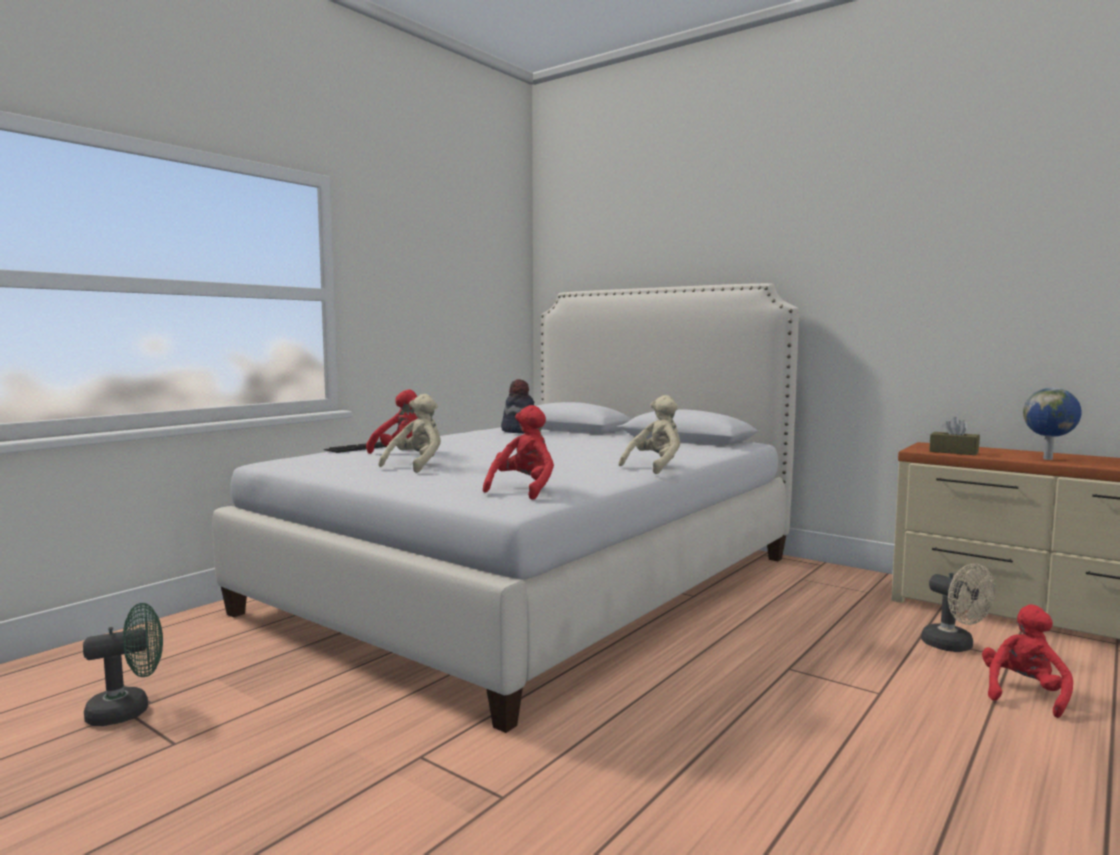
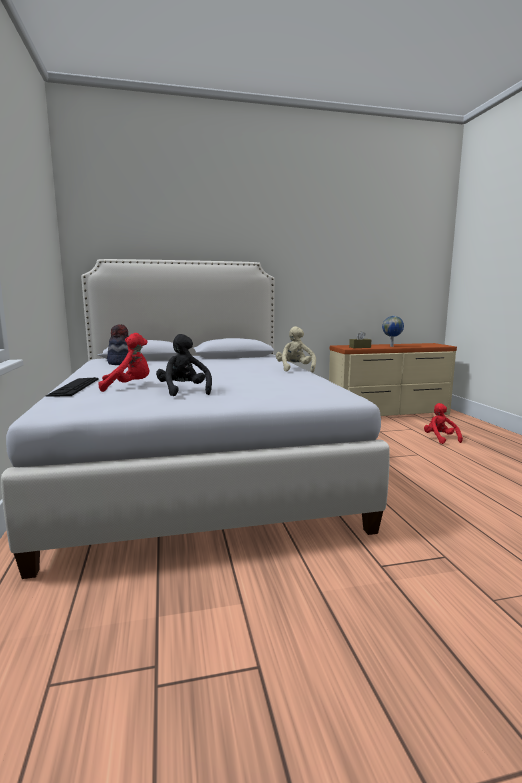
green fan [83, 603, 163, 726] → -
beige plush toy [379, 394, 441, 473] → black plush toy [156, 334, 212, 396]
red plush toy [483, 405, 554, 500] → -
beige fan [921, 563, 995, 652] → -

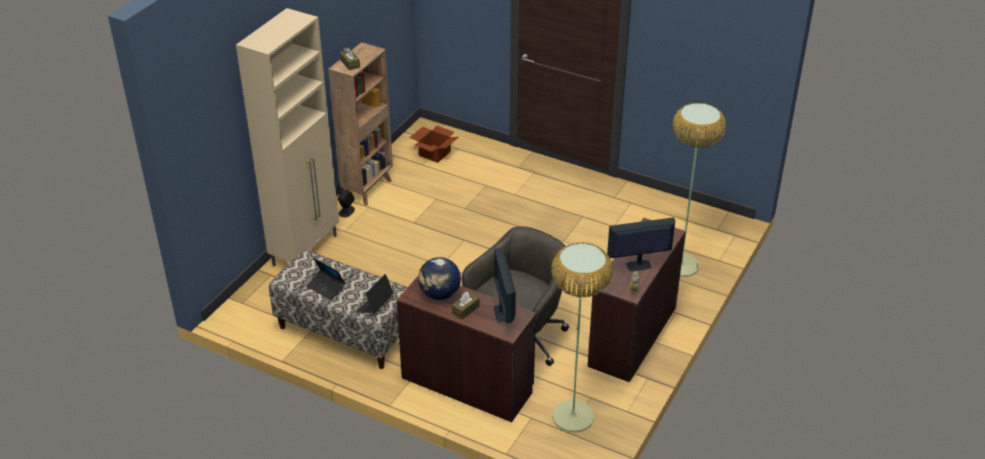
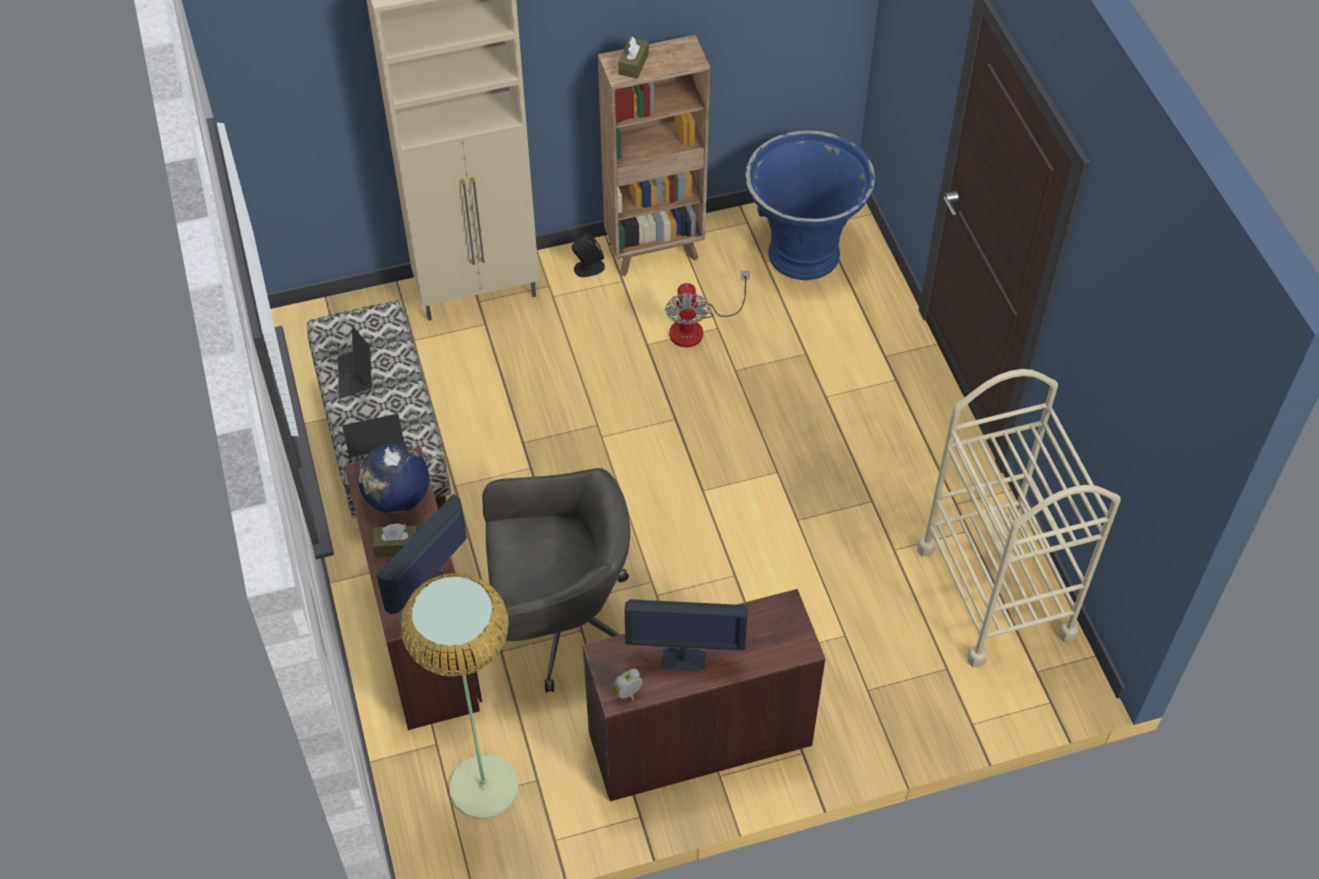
cardboard box [409, 125, 458, 163] → blue planter [745, 131, 875, 280]
monitor [607, 217, 675, 271] → monitor [625, 599, 748, 672], 150 degrees clockwise
floor lamp [672, 102, 726, 277] → -
- → fan [665, 271, 750, 347]
- → beige cart [917, 369, 1121, 667]

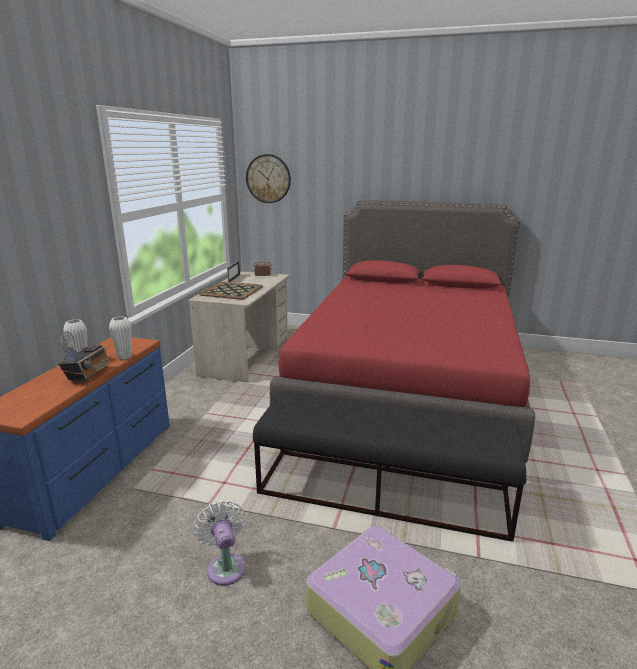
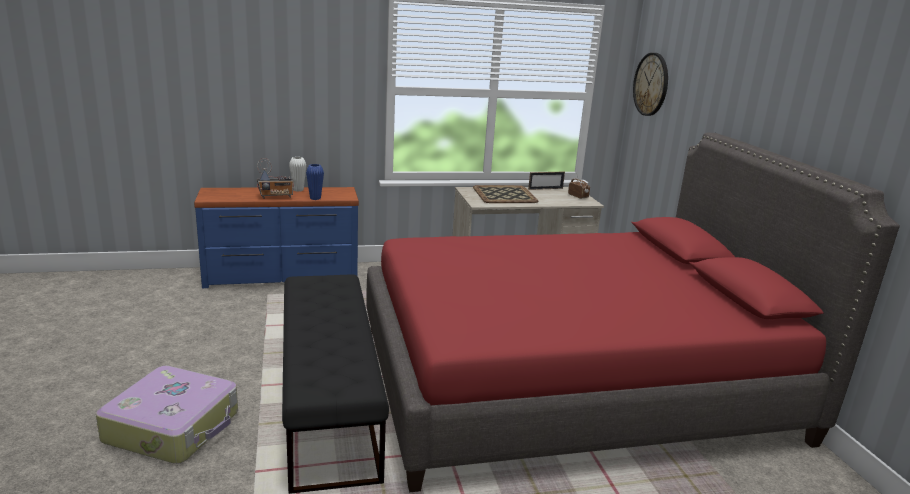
white vase [109, 316, 132, 360] → blue vase [306, 164, 324, 200]
white fan [194, 500, 246, 586] → -

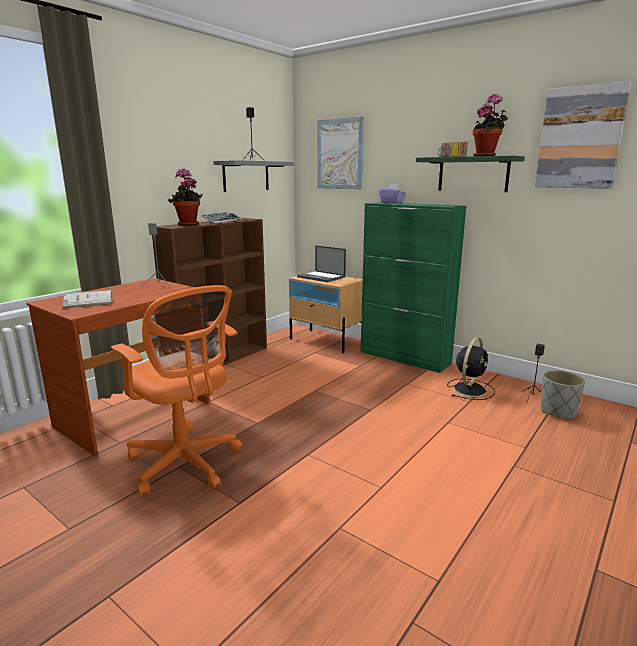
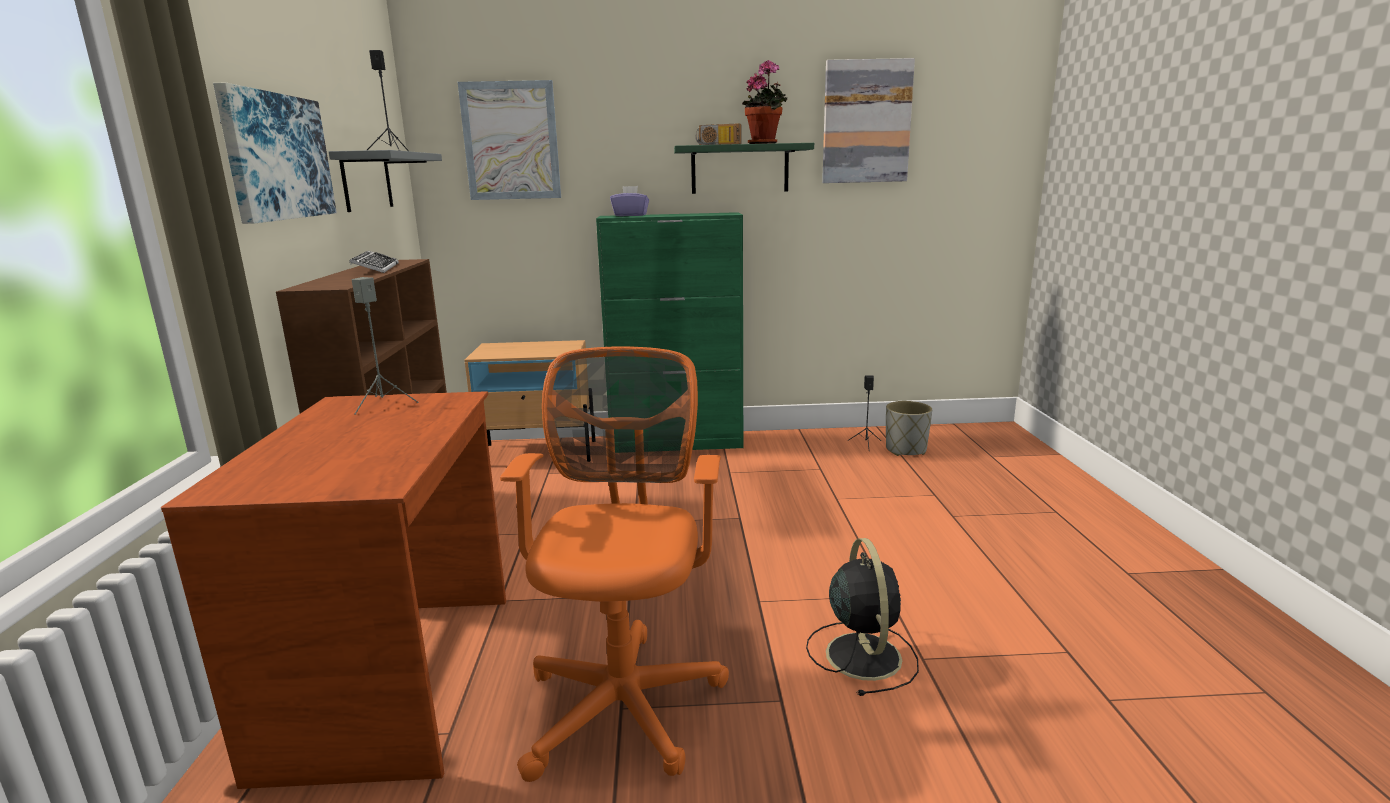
white book [62, 290, 112, 309] → -
orange office chair [111, 285, 242, 496] → orange office chair [500, 346, 729, 782], 90 degrees counterclockwise
potted plant [168, 168, 203, 226] → -
laptop [297, 245, 346, 282] → -
black fan [447, 337, 495, 400] → black fan [806, 538, 919, 696], shifted
- → picture [213, 83, 337, 224]

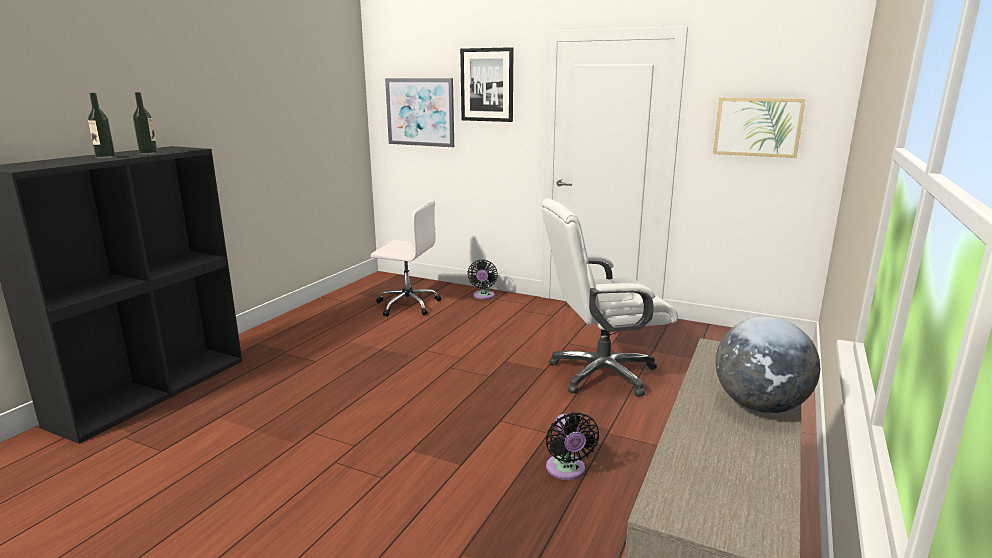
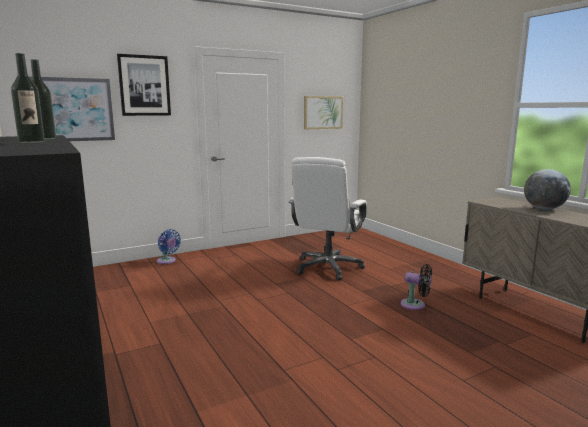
white office chair [371, 201, 441, 317] → -
black fan [468, 259, 498, 299] → blue fan [157, 229, 181, 264]

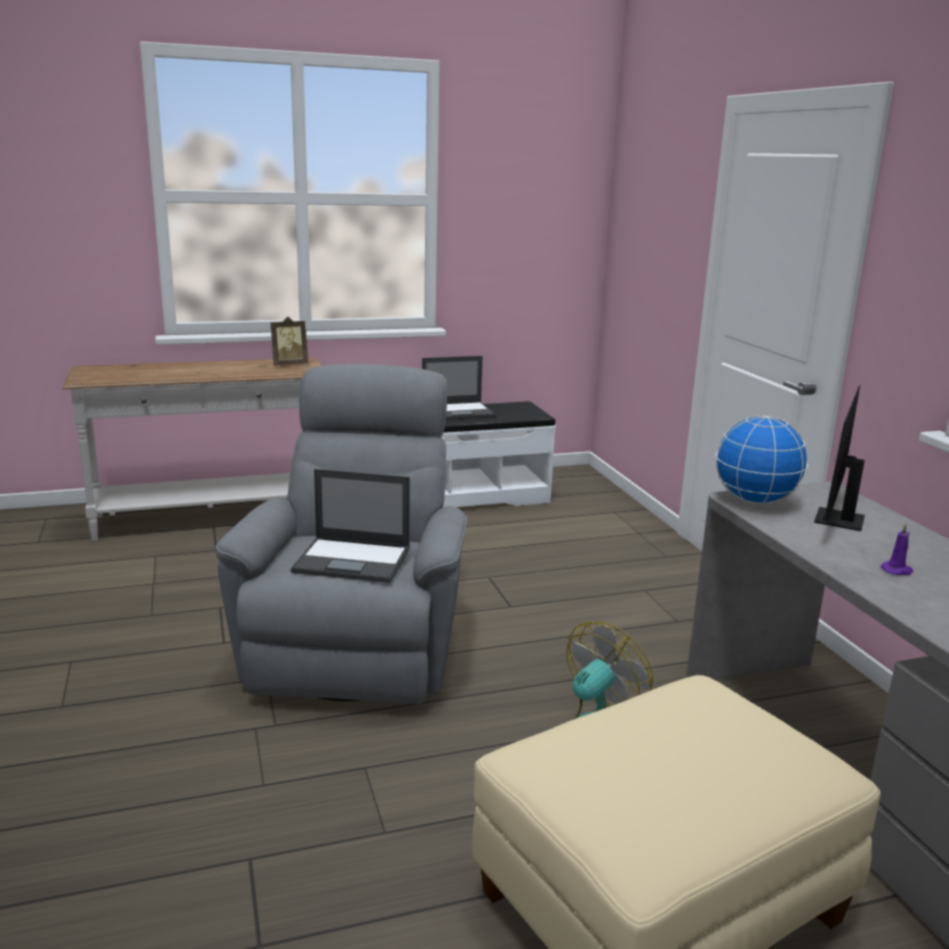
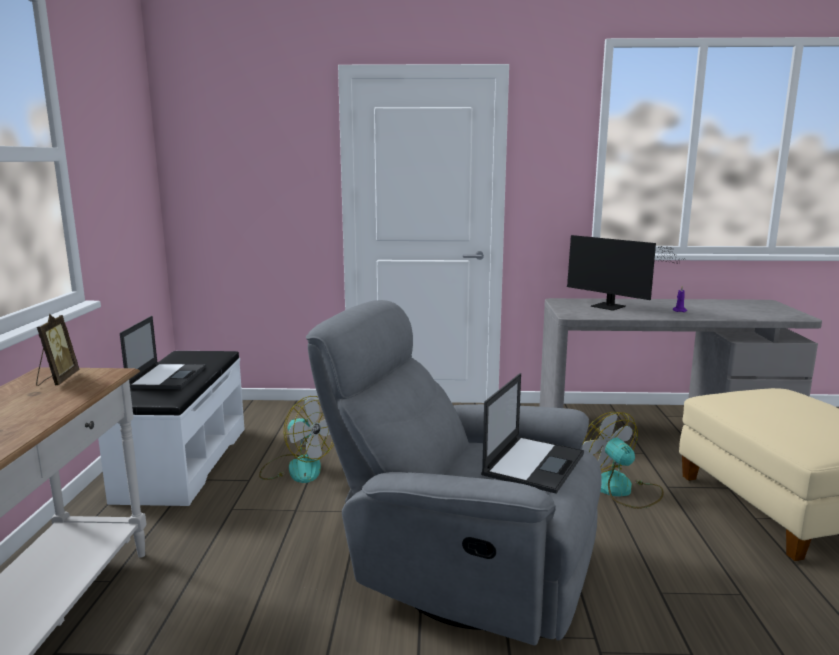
globe [715, 415, 808, 504] → -
- → fan [259, 396, 334, 483]

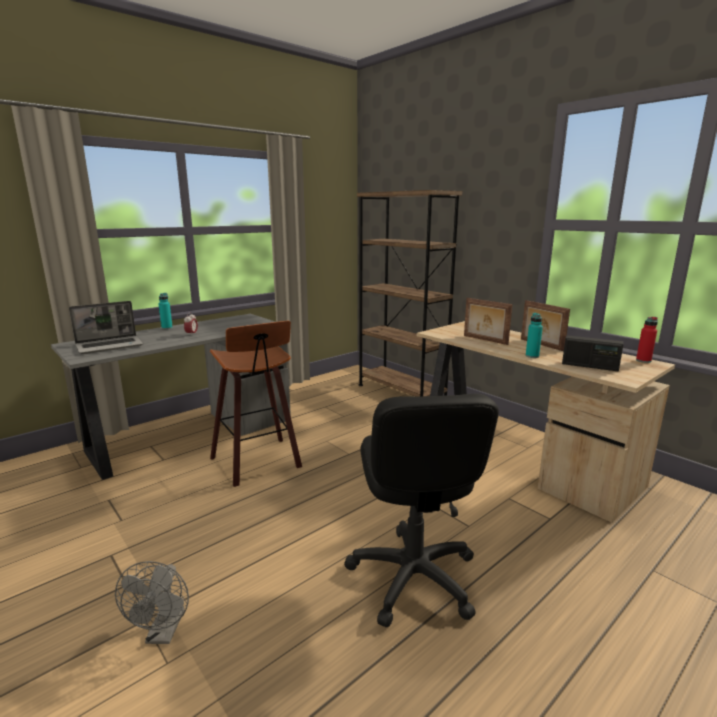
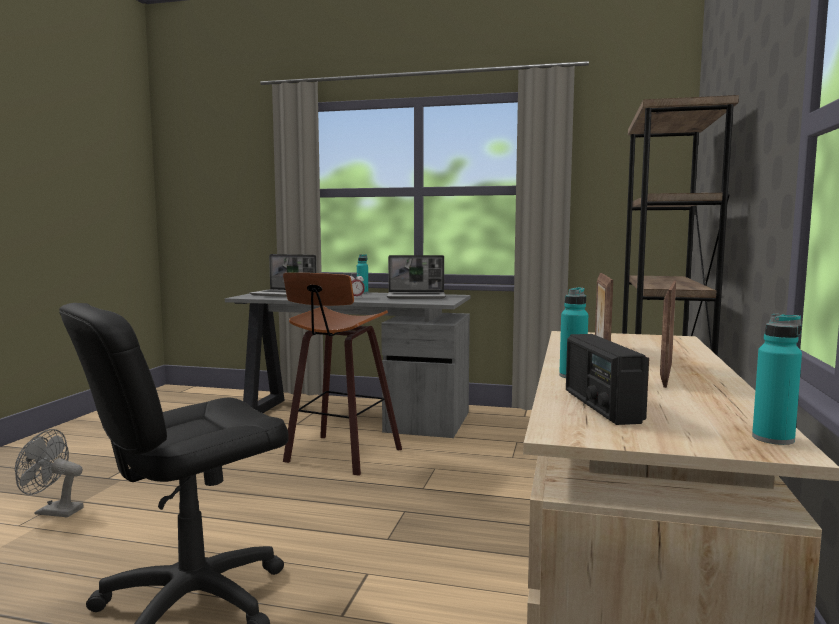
grey fan [115, 561, 189, 644] → grey fan [15, 429, 84, 517], 45 degrees clockwise
red bottle [636, 317, 658, 363] → turquoise bottle [752, 313, 802, 445]
- → laptop [387, 255, 446, 299]

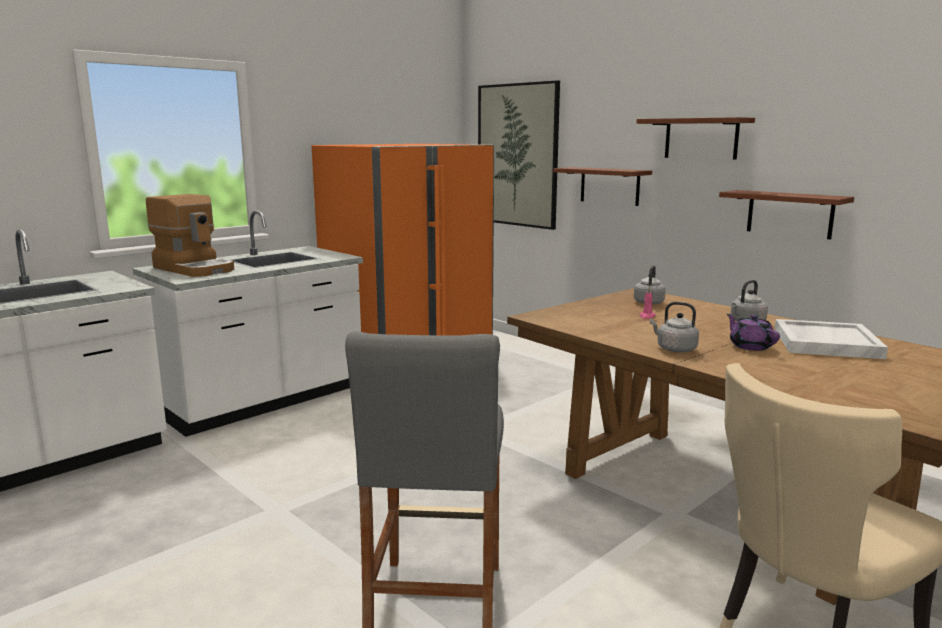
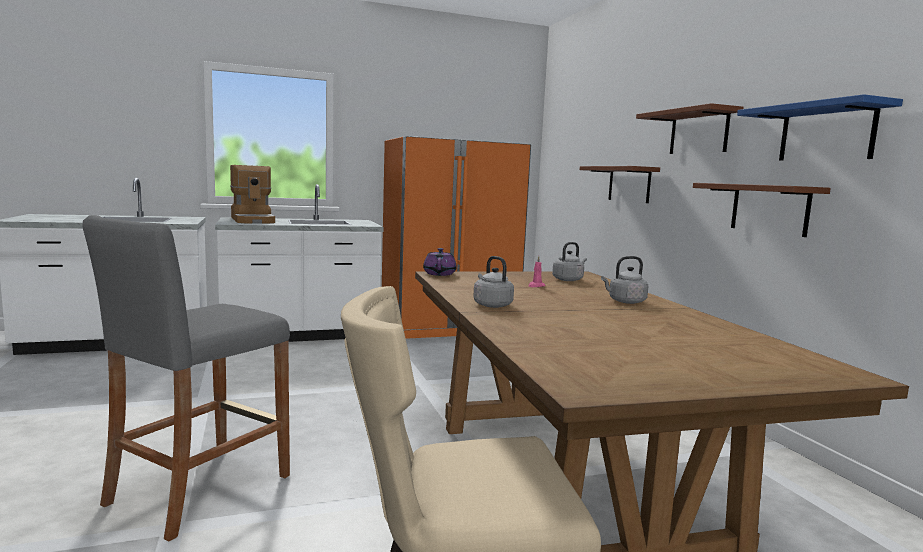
picture [478, 80, 560, 230] → -
purple teapot [727, 314, 780, 351] → purple teapot [423, 248, 457, 276], shifted
white tray [775, 319, 888, 359] → -
- → blue shelf [737, 94, 903, 160]

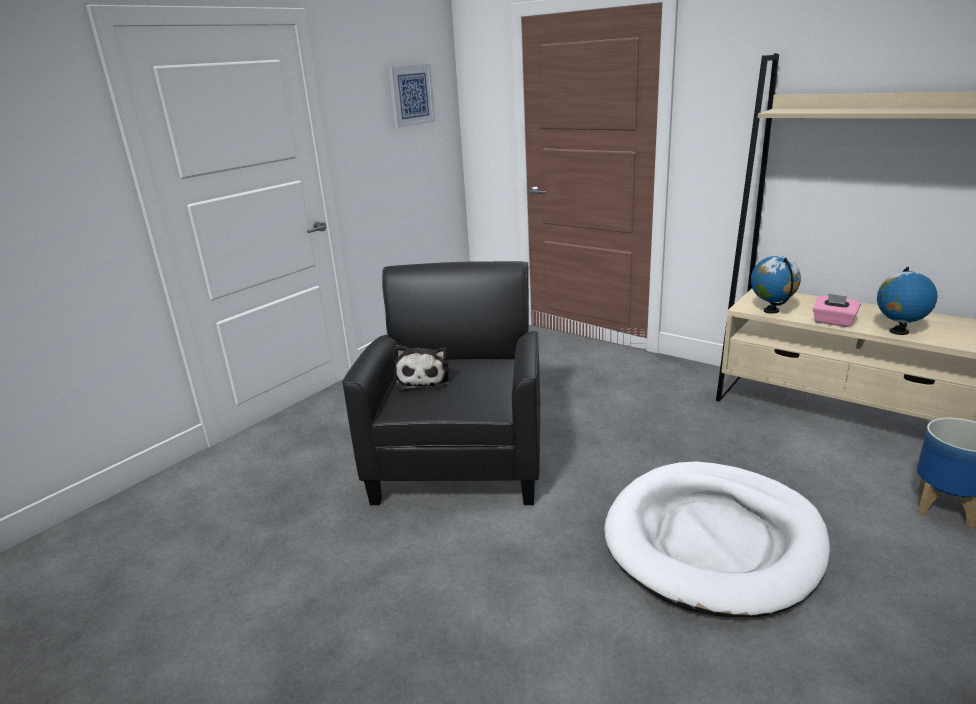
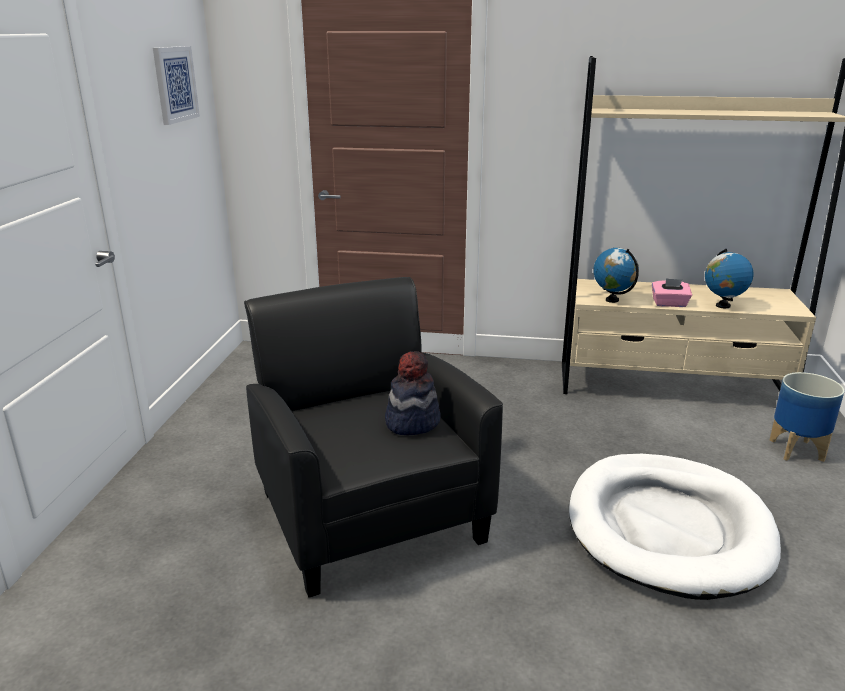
plush toy [393, 345, 449, 390] → -
- → hat [385, 351, 441, 435]

